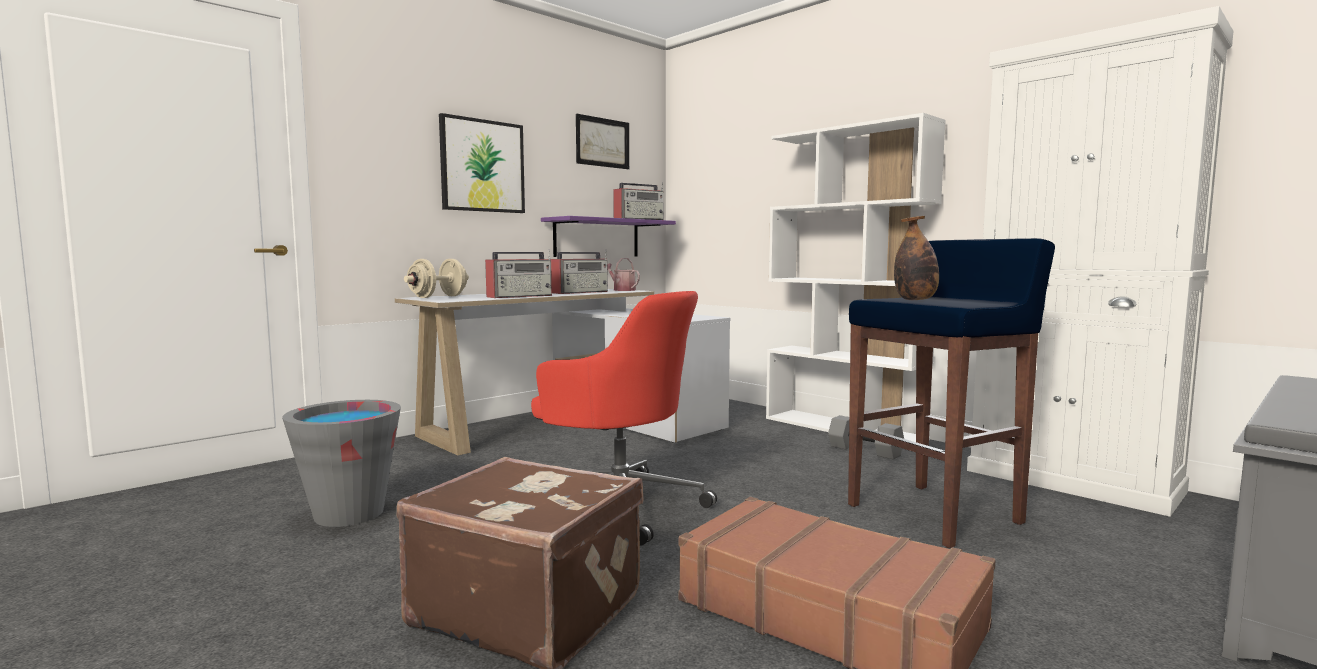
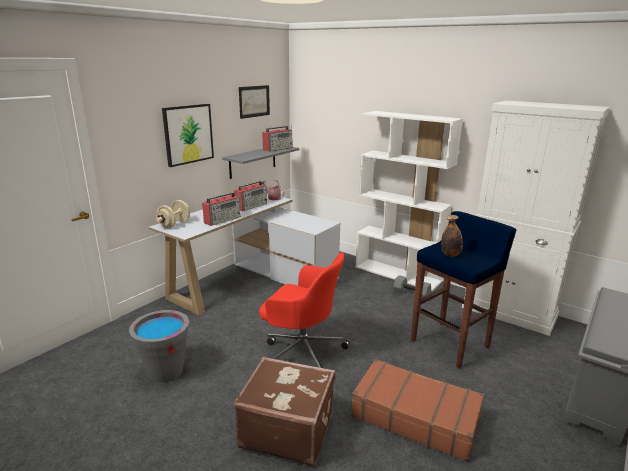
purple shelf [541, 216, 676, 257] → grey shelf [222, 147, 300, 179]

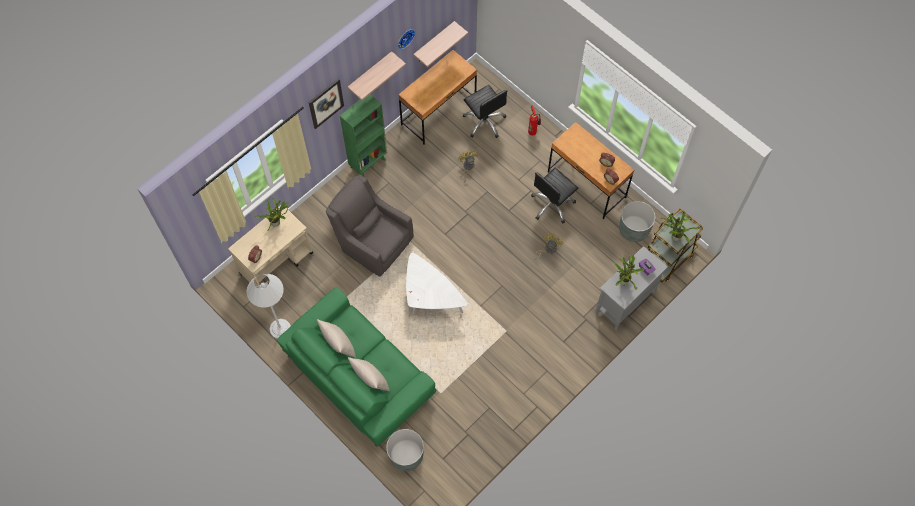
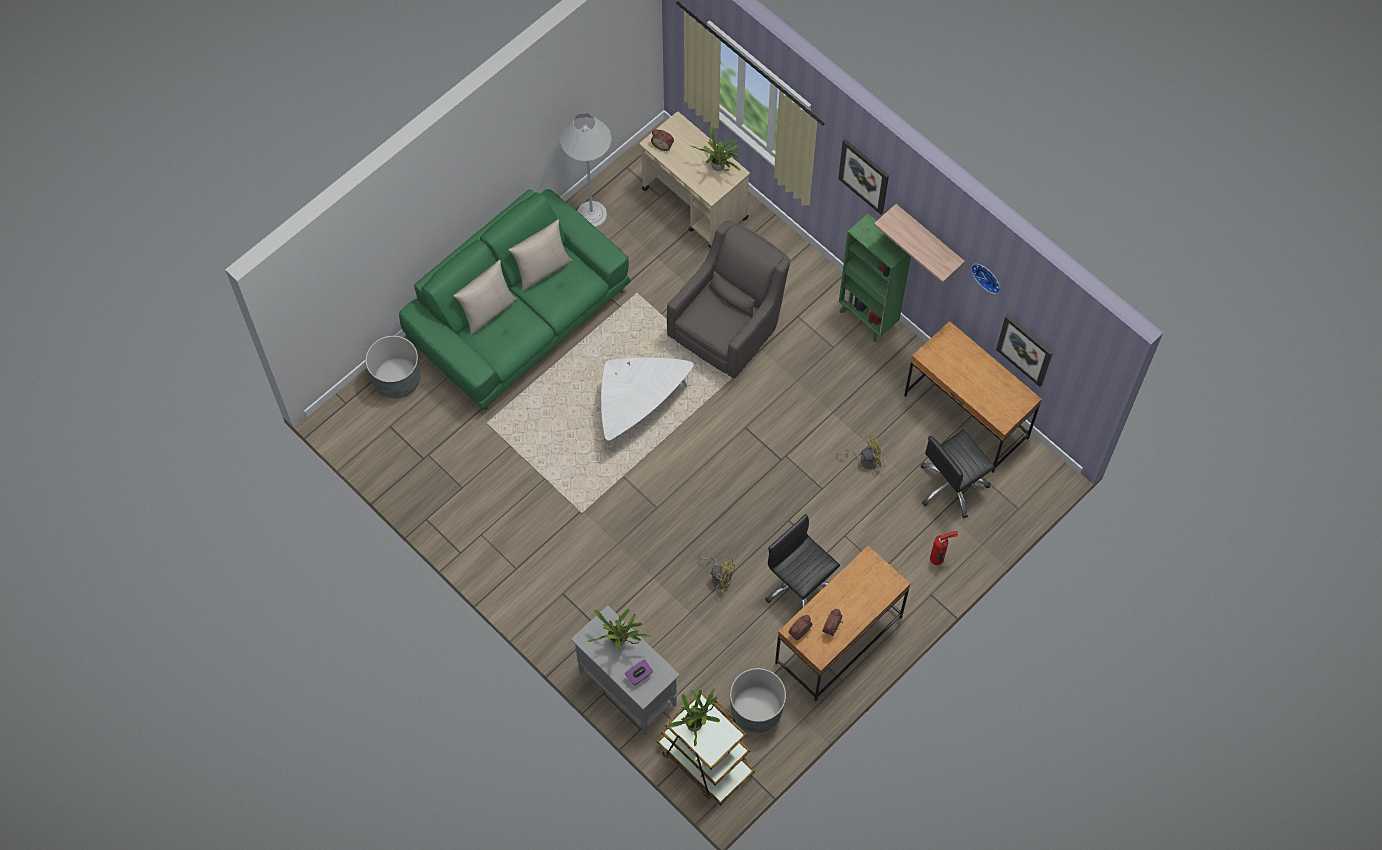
shelf [413, 21, 468, 67] → picture [996, 315, 1053, 387]

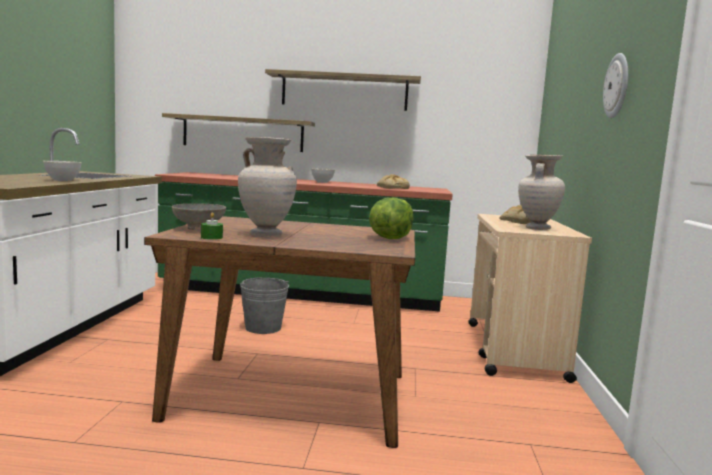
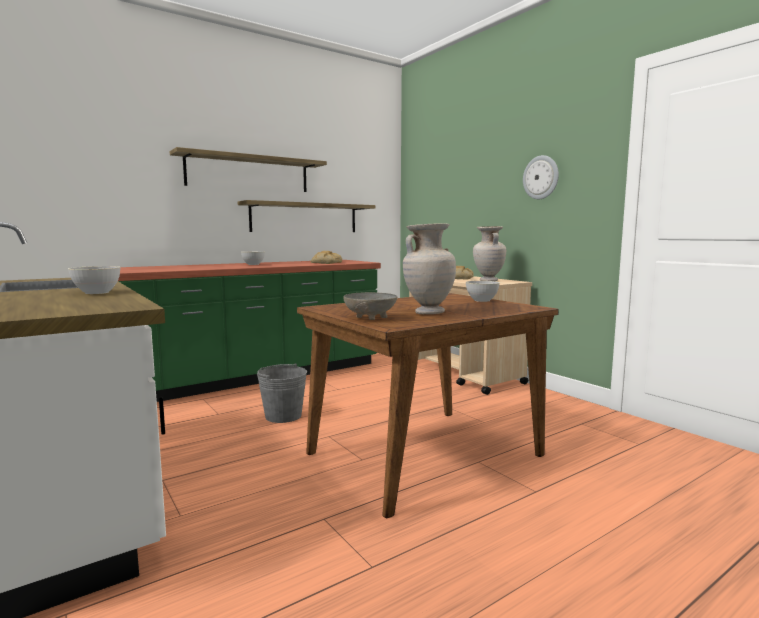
shelf [162, 113, 315, 152] → shelf [238, 200, 375, 232], shifted
green candle [201, 212, 223, 240] → -
lettuce [369, 198, 413, 239] → grey bowl [466, 281, 500, 302]

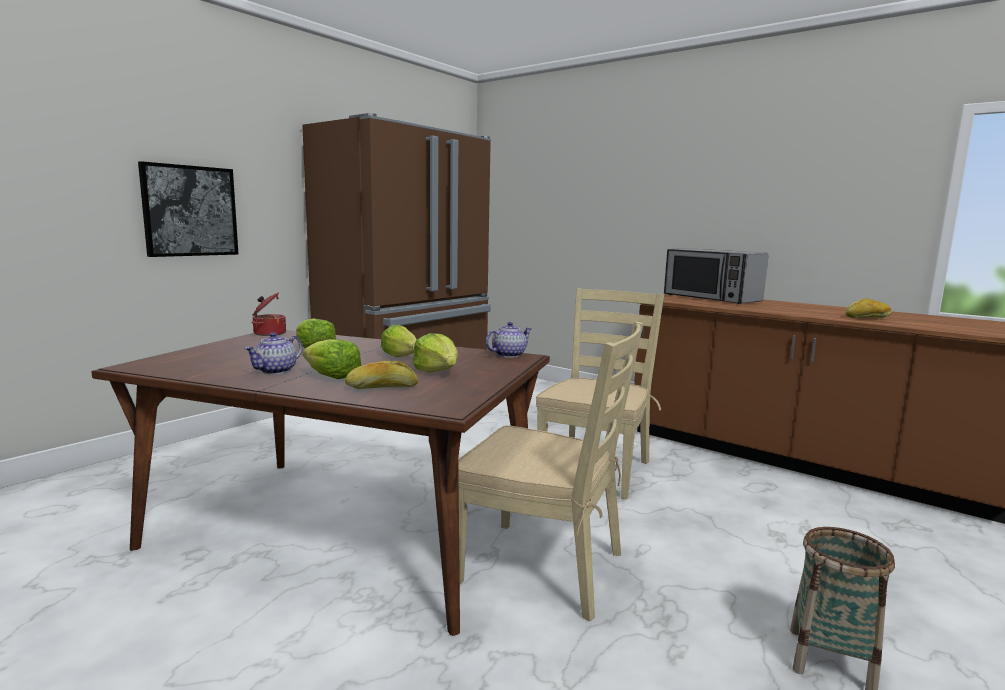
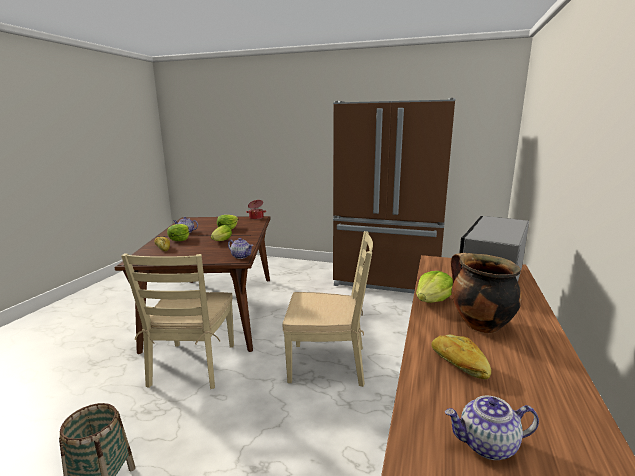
picture [138, 161, 239, 257] → -
lettuce [412, 333, 458, 373] → lettuce [416, 271, 453, 303], shifted
- → teapot [445, 396, 539, 460]
- → cooking pot [451, 253, 522, 333]

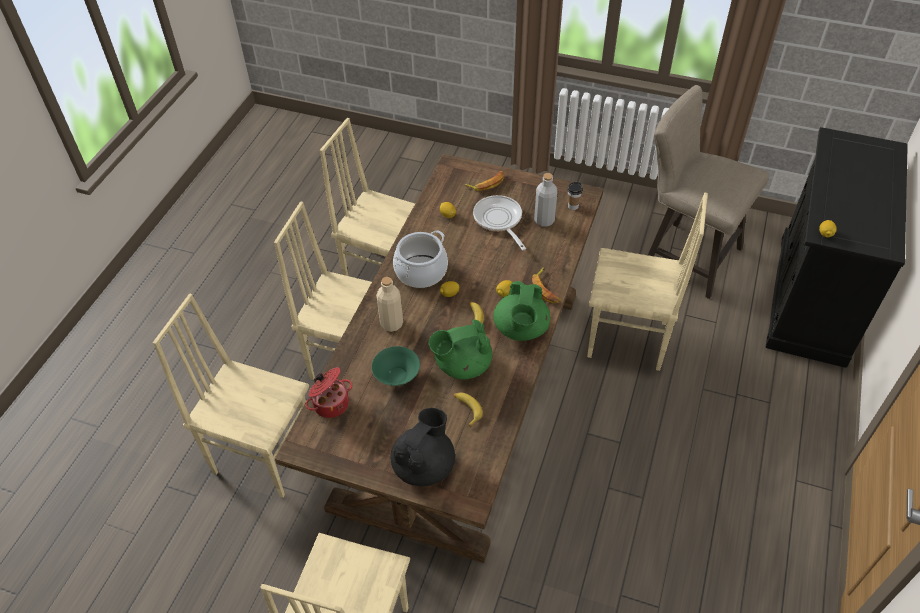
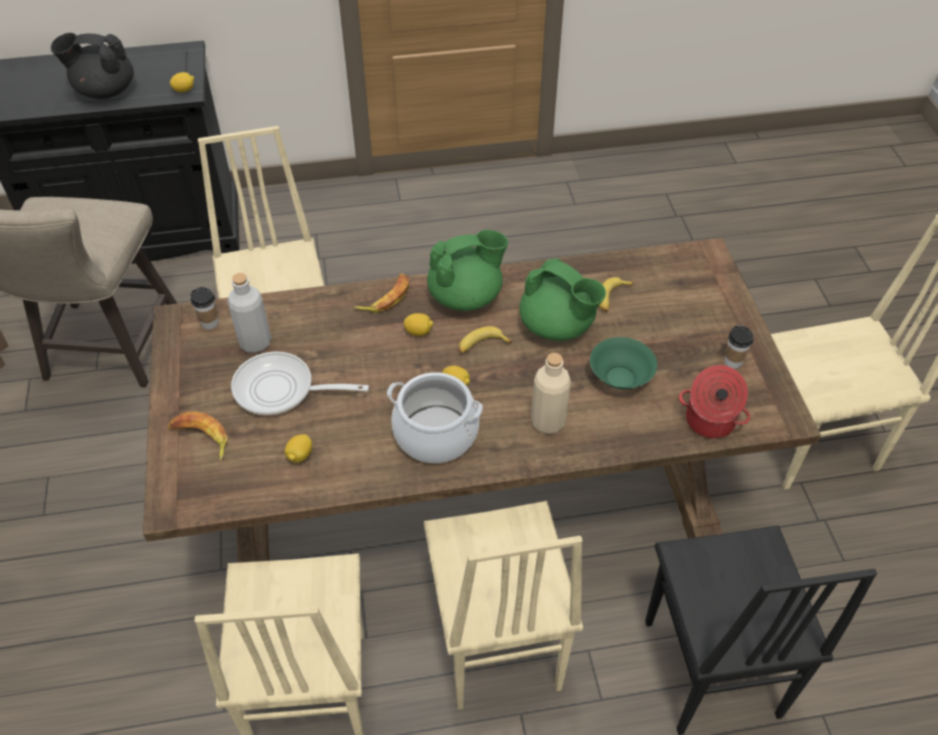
beige chair [153, 294, 309, 498] → black chair [645, 525, 877, 735]
black teapot [391, 408, 455, 486] → black teapot [51, 33, 134, 99], shifted
frying pan [473, 195, 526, 250] → frying pan [231, 352, 369, 416], 60 degrees clockwise
- → cup [725, 325, 754, 369]

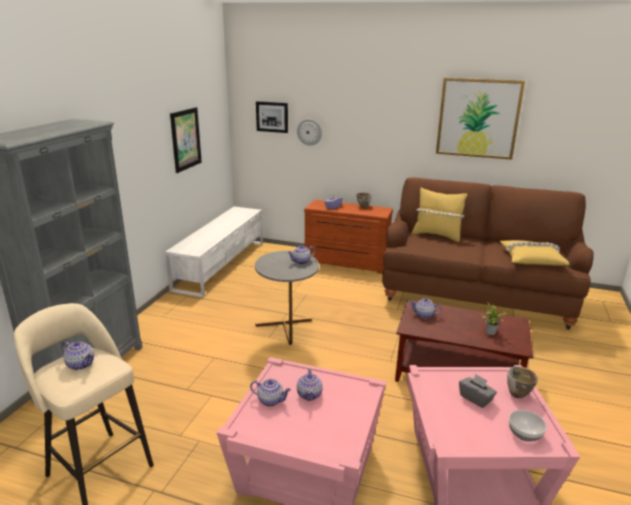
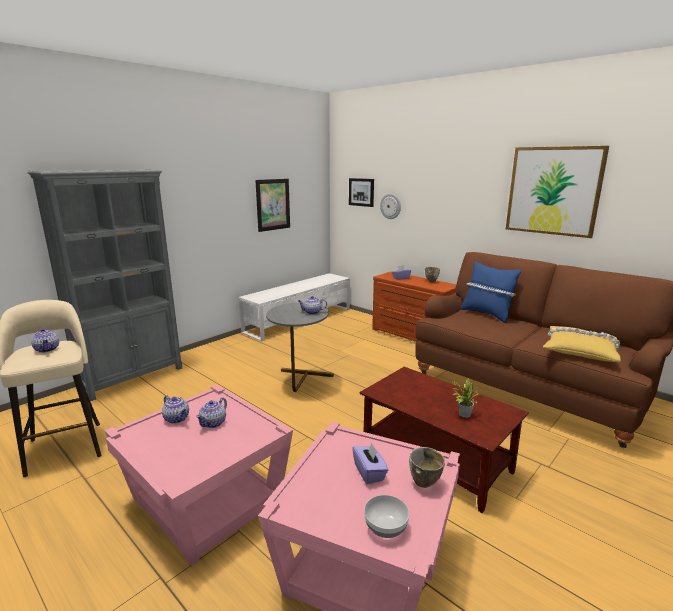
teapot [409, 298, 442, 319] → -
yellow pillow [412, 187, 467, 242] → blue pillow [460, 261, 521, 323]
grey tissue box [459, 374, 497, 408] → purple tissue box [352, 442, 388, 484]

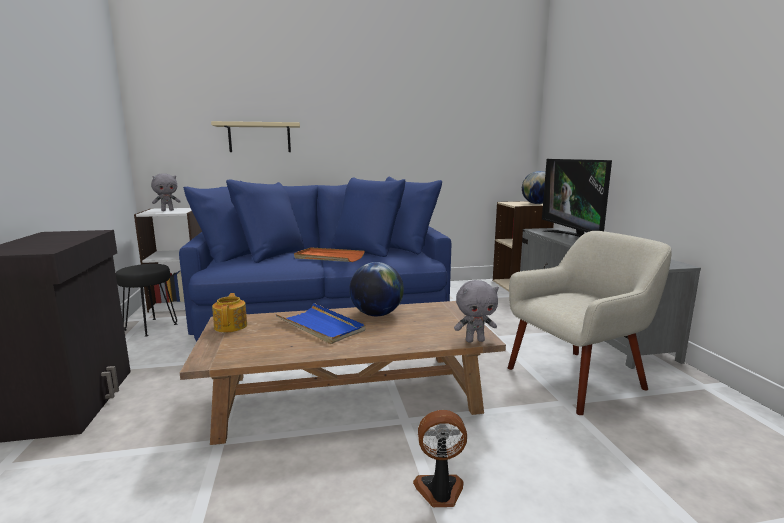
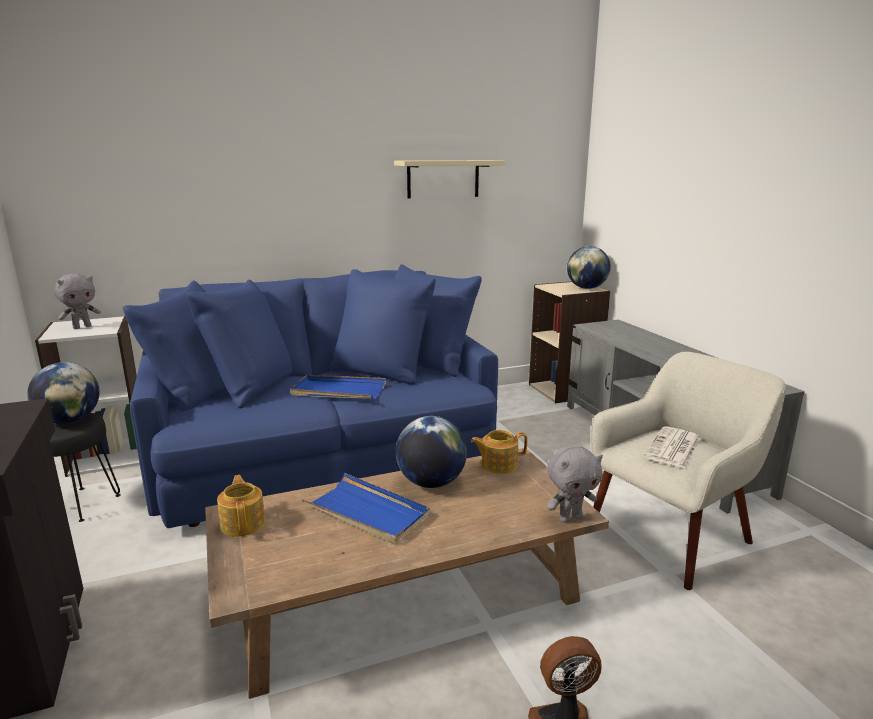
beige shelf [211, 121, 300, 152] → beige shelf [394, 160, 505, 199], shifted
orange tray [294, 247, 365, 262] → blue tray [290, 375, 386, 399]
television [542, 159, 612, 237] → -
- → globe [27, 362, 100, 424]
- → teapot [471, 430, 527, 474]
- → newspaper [644, 426, 701, 468]

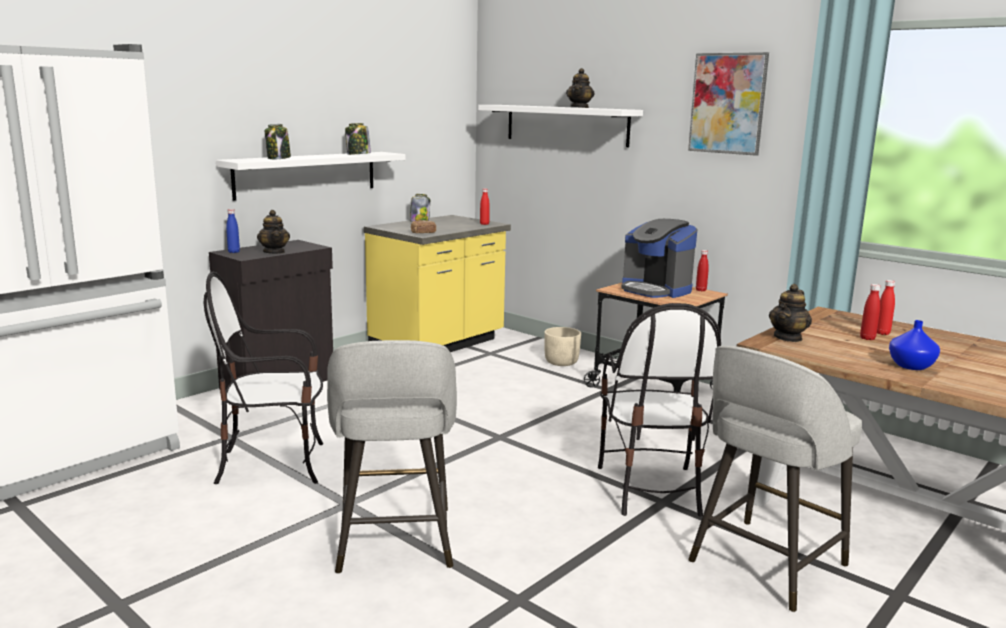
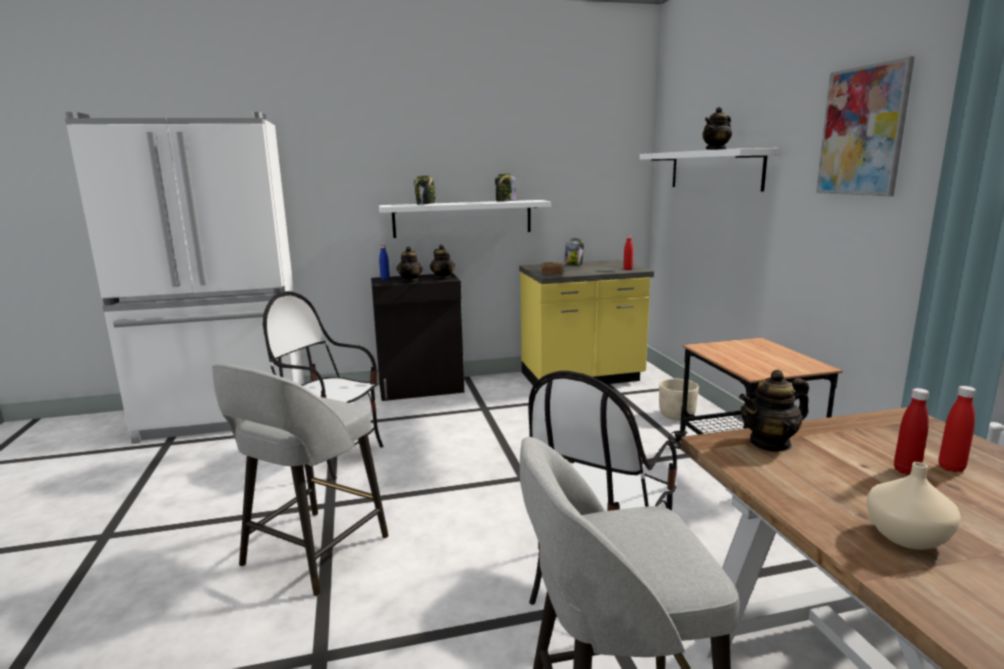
coffee machine [621, 219, 697, 298] → -
red bottle [696, 250, 709, 291] → -
blue vase [889, 320, 940, 370] → beige vase [866, 462, 961, 550]
- → teapot [430, 244, 455, 280]

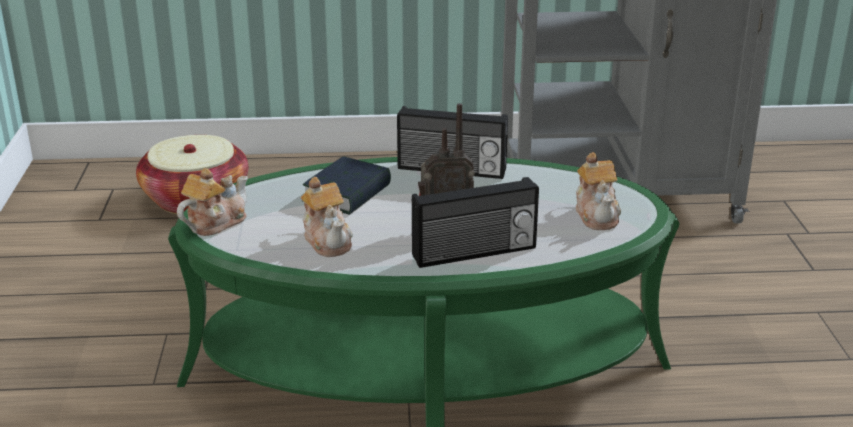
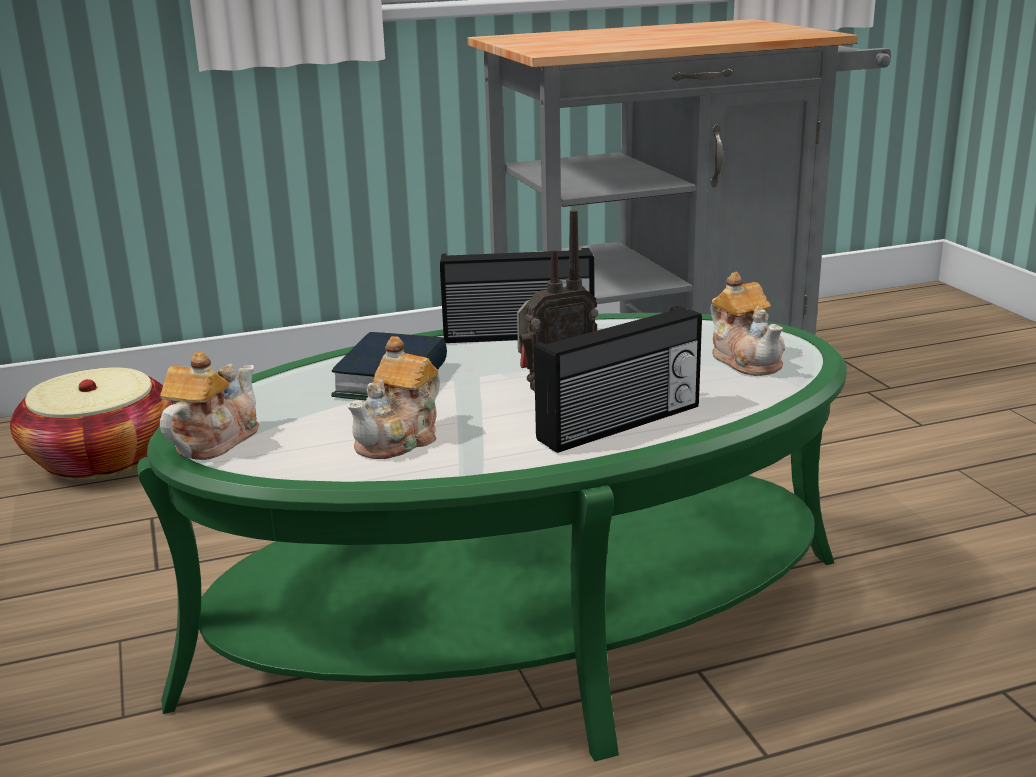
teapot [301, 177, 353, 257] → teapot [347, 336, 440, 459], 75 degrees clockwise

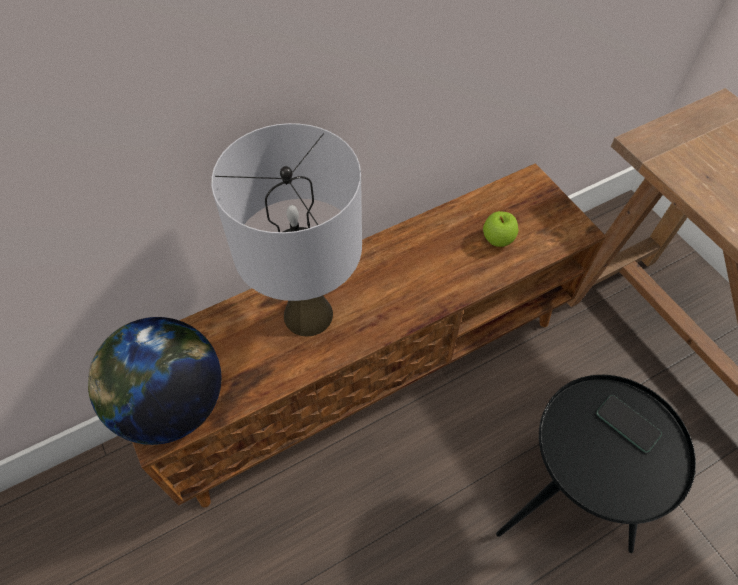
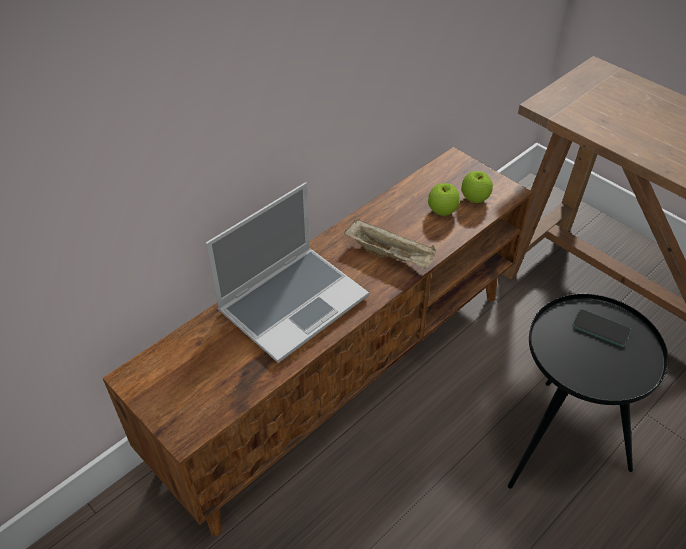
globe [88, 317, 221, 445] → -
grey table lamp [211, 123, 362, 336] → laptop [206, 182, 369, 363]
- → beige tray [344, 219, 436, 269]
- → apple [461, 171, 493, 203]

